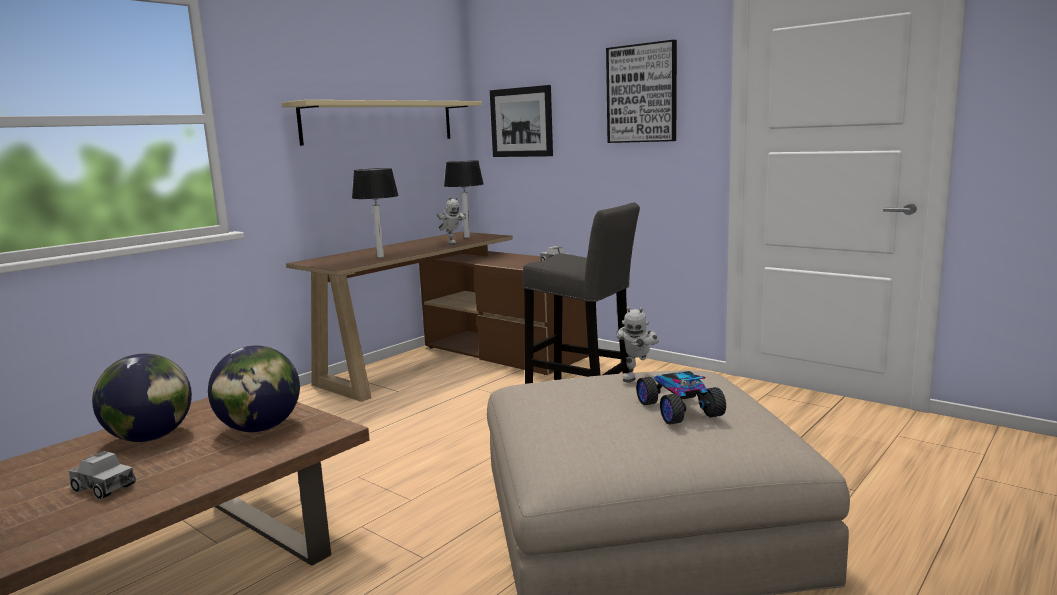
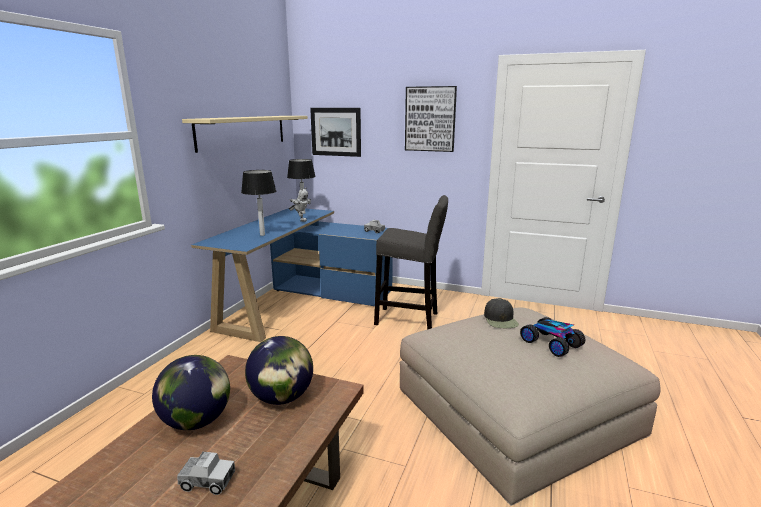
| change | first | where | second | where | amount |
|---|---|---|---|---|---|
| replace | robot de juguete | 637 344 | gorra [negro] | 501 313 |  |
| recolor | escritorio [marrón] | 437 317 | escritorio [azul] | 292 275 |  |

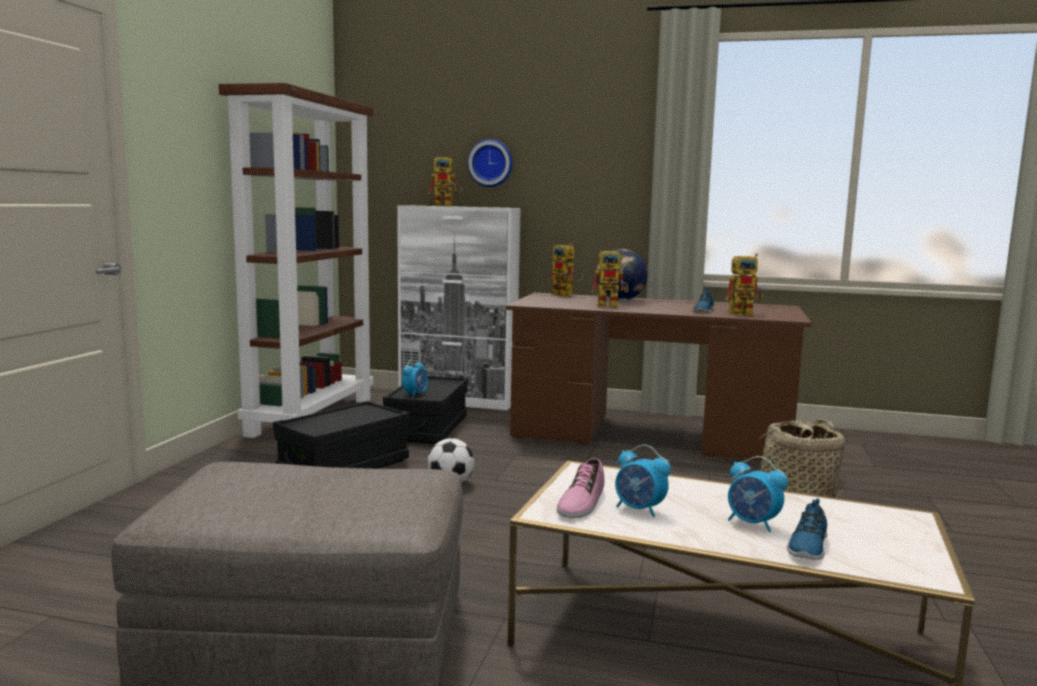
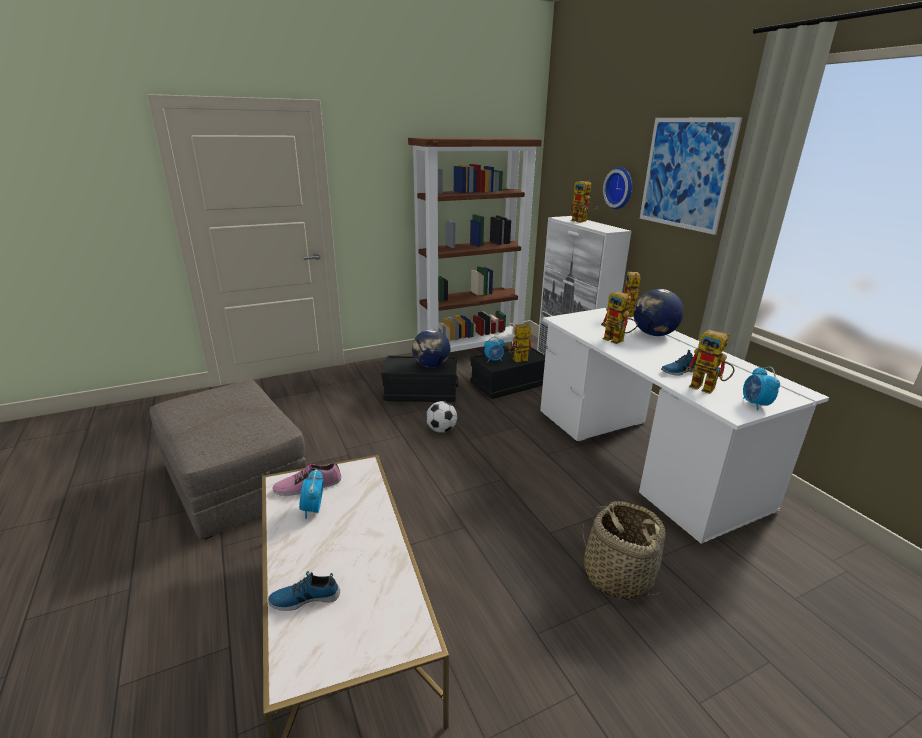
| change | first | where | second | where | amount |
|---|---|---|---|---|---|
| insert |  |  | globo terráqueo | 431 348 |  |
| insert |  |  | robot de juguete | 519 343 |  |
| insert |  |  | cuadro | 691 176 |  |
| move | despertador | 758 494 |  | 761 388 |  |
| recolor | escritorio [marrón] | 659 376 | escritorio [blanco] | 684 426 |  |

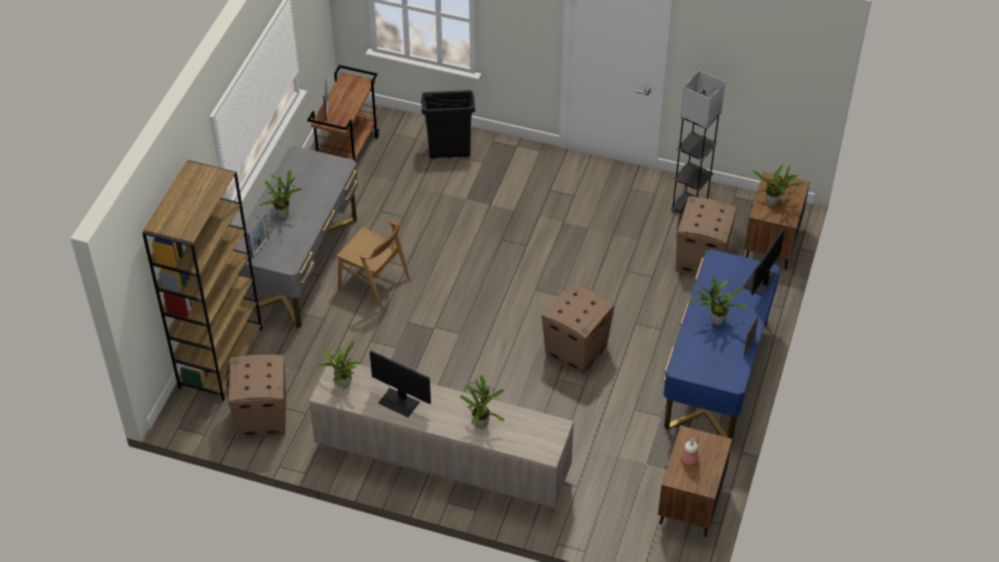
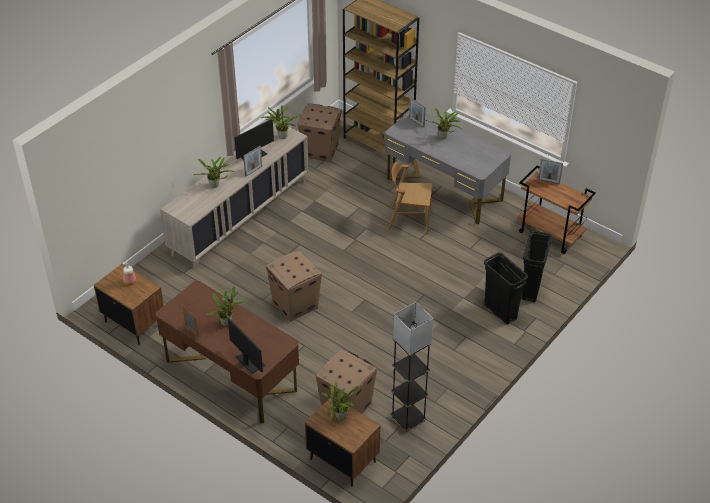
| change | first | where | second | where | amount |
|---|---|---|---|---|---|
| insert |  |  | portarretratos | 252 161 |  |
| insert |  |  | papelera [negro] | 506 288 |  |
| recolor | escritorio [azul] | 722 345 | escritorio [marrón] | 227 352 |  |
| rotate | silla [marrón] | 373 265 |  | 410 198 | 45 degrees clockwise |

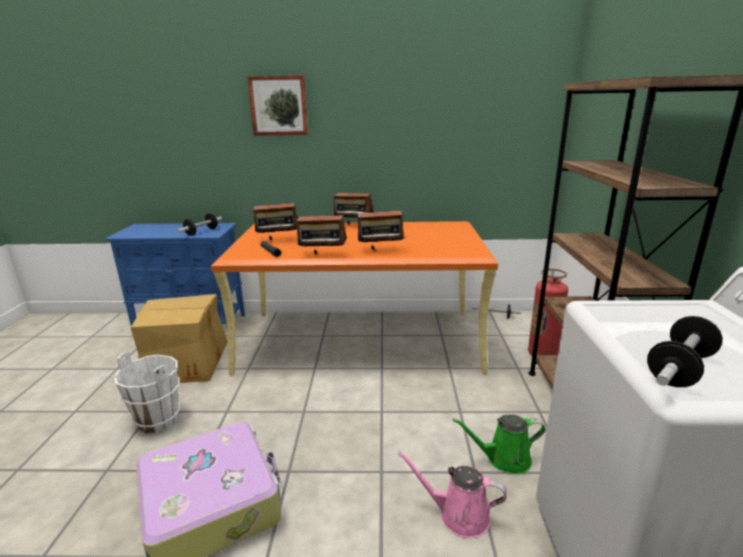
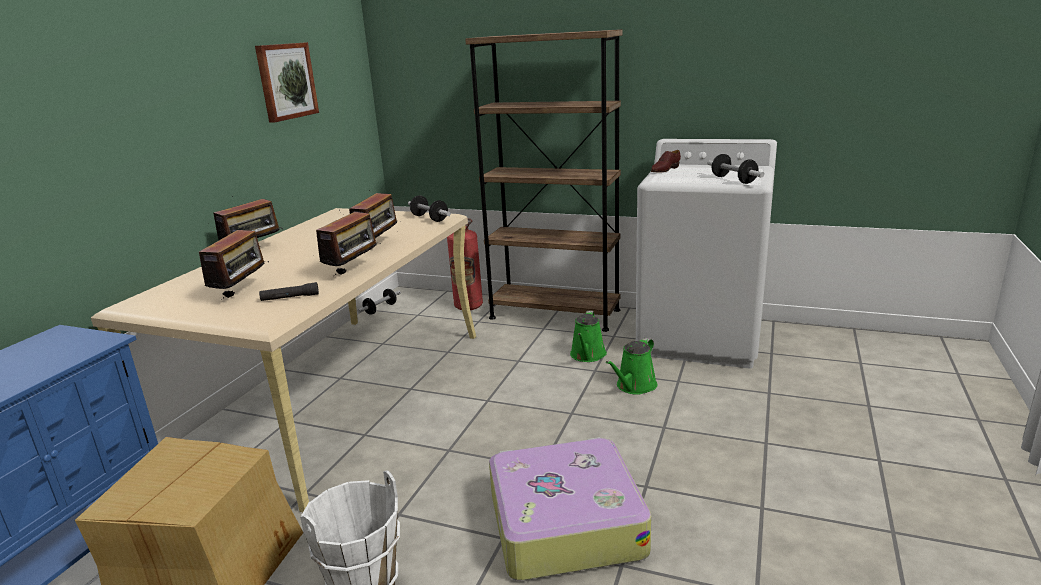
| change | first | where | second | where | amount |
|---|---|---|---|---|---|
| insert |  |  | zapato [marrón] | 666 161 |  |
| move | mancuerna | 199 224 |  | 429 208 |  |
| move | cuadro | 277 105 |  | 287 82 |  |
| recolor | escritorio [naranja] | 354 298 | escritorio [beis] | 283 360 |  |
| recolor | regadera [rosa] | 452 495 | regadera [verde] | 631 366 |  |

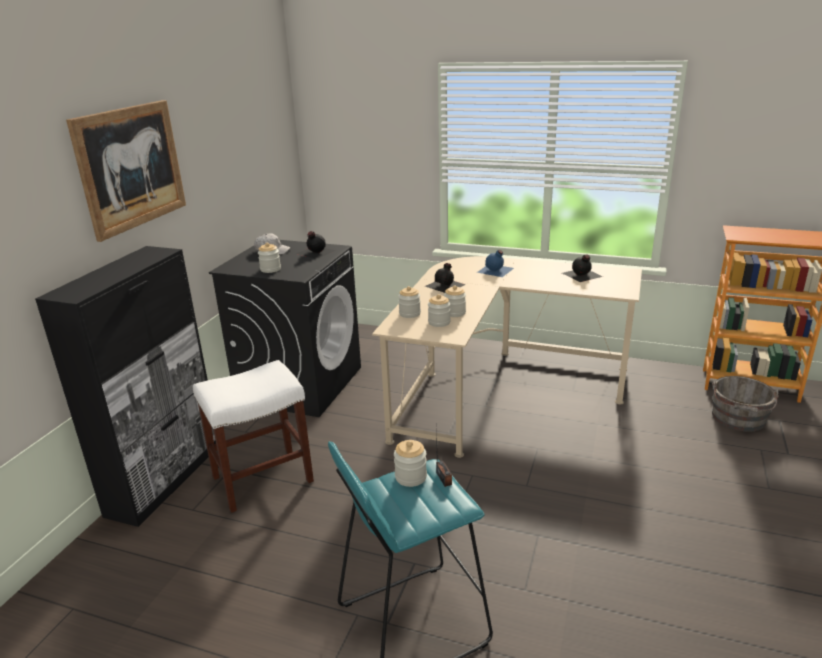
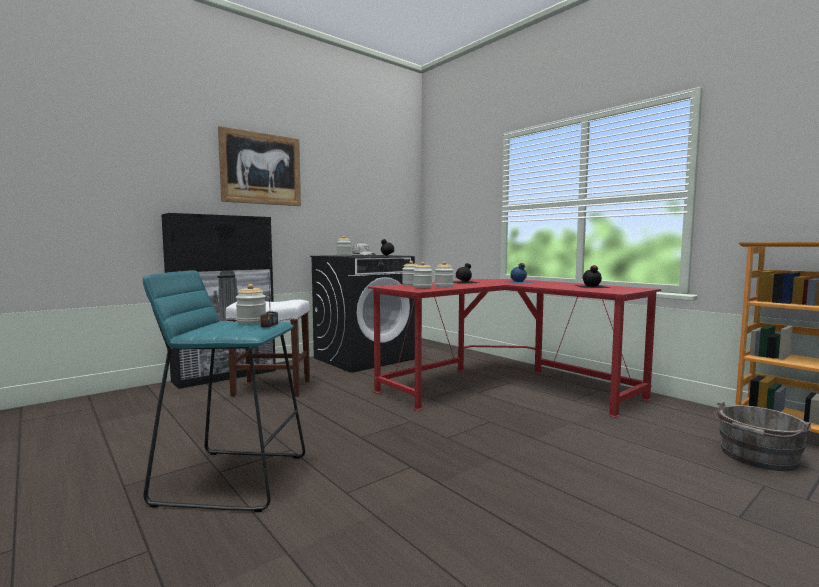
| change | first | where | second | where | amount |
|---|---|---|---|---|---|
| recolor | escritorio [beis] | 507 357 | escritorio [rojo] | 514 348 |  |

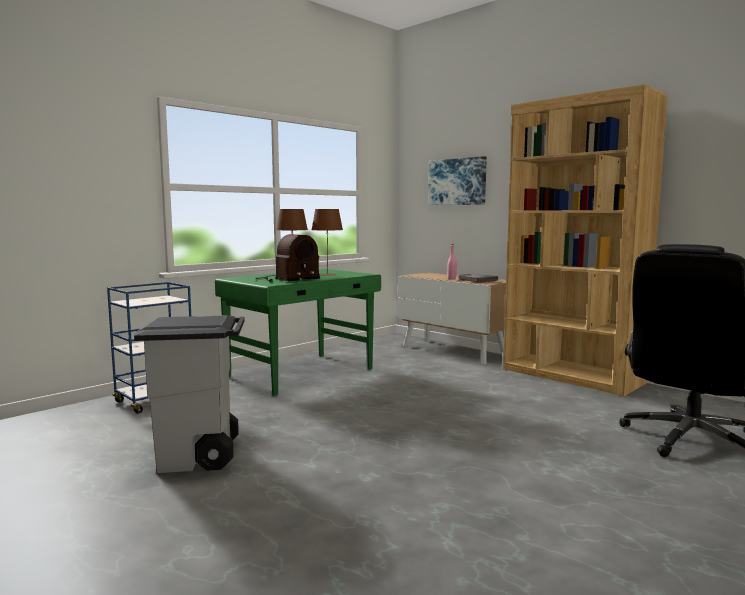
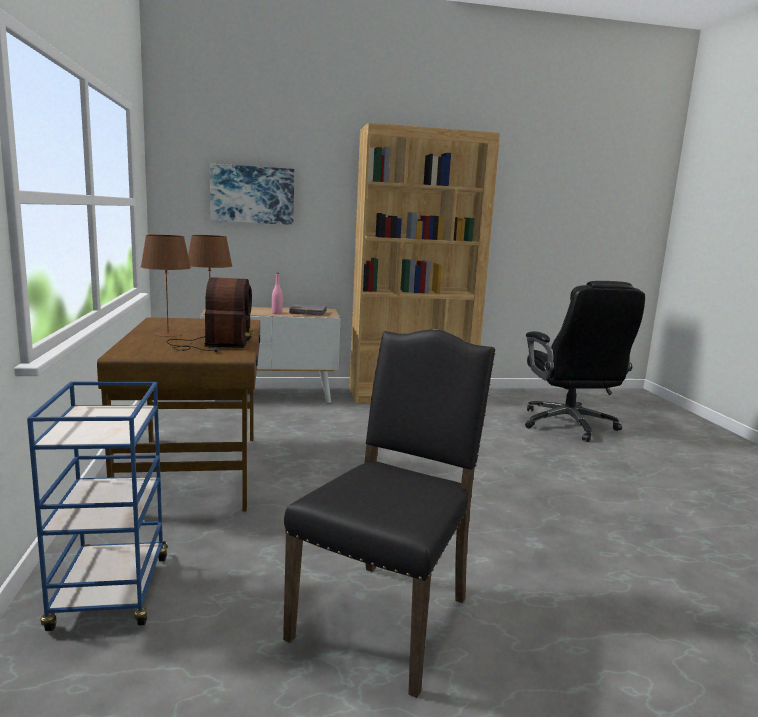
| change | first | where | second | where | amount |
|---|---|---|---|---|---|
| replace | papelera [gris] | 189 394 | silla [negro] | 389 513 |  |
| recolor | escritorio [verde] | 298 332 | escritorio [marrón] | 178 414 |  |

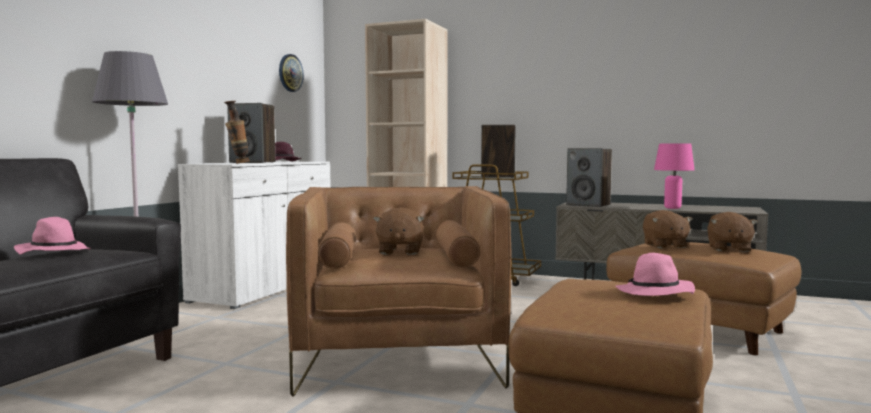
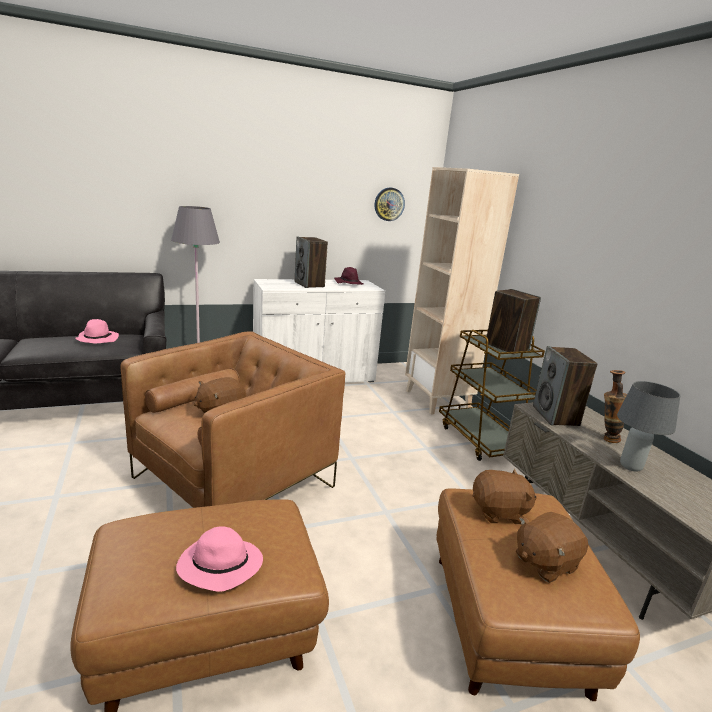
| change | first | where | second | where | amount |
|---|---|---|---|---|---|
| move | florero | 237 132 |  | 615 406 |  |
| recolor | lámpara de mesa [rosa] | 674 176 | lámpara de mesa [gris] | 648 426 |  |
| rotate | peluche [marrón] | 668 229 |  | 505 496 | 135 degrees counterclockwise |

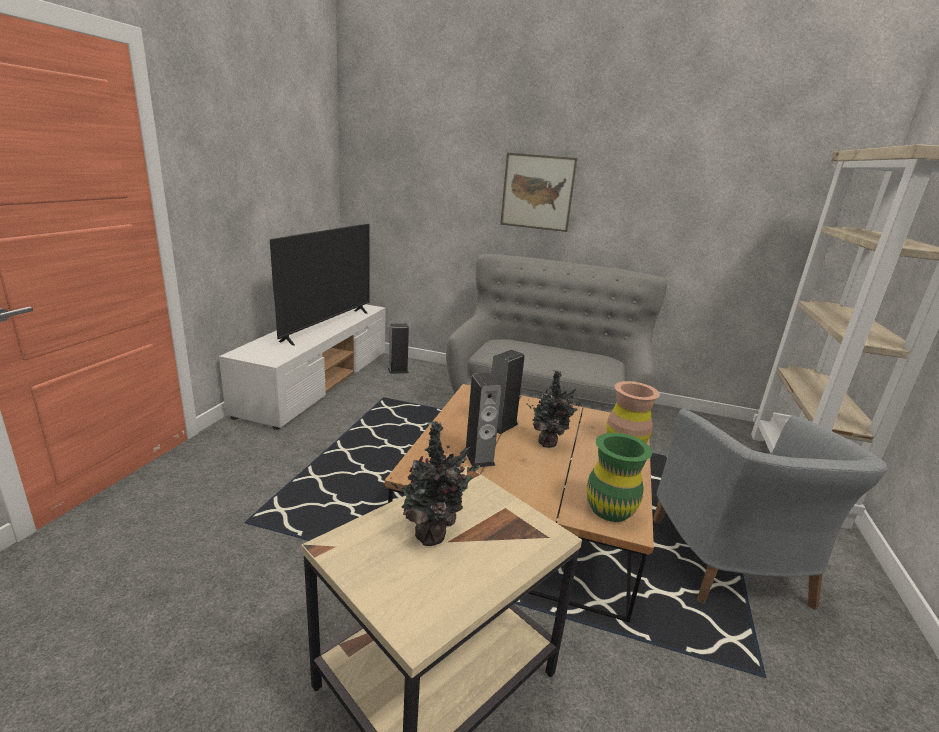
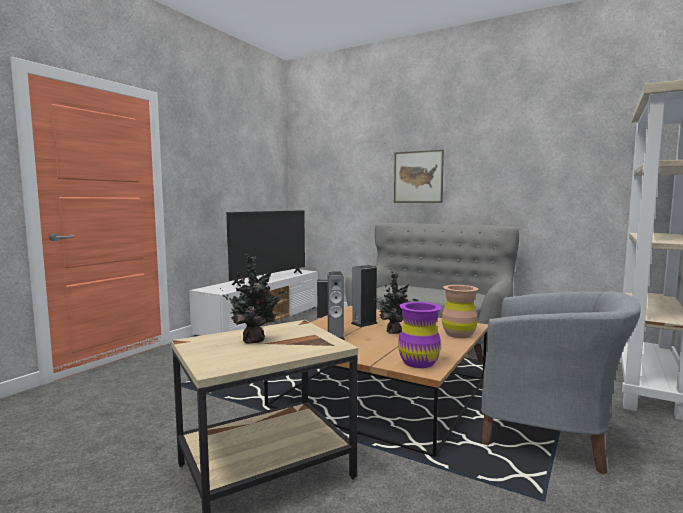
| change | first | where | second | where | amount |
|---|---|---|---|---|---|
| recolor | florero [verde] | 619 477 | florero [morado] | 419 335 |  |
| rotate | sillón [gris] | 770 509 |  | 561 382 | 75 degrees counterclockwise |

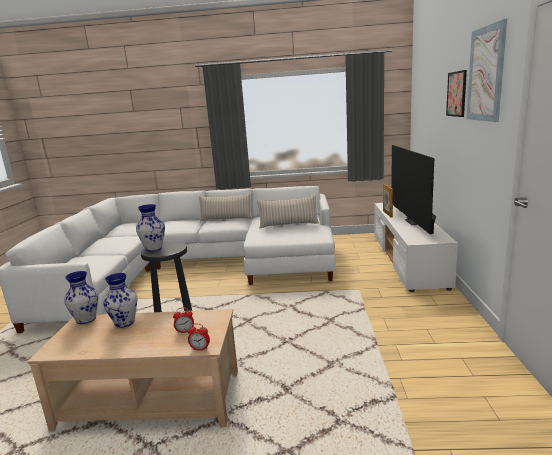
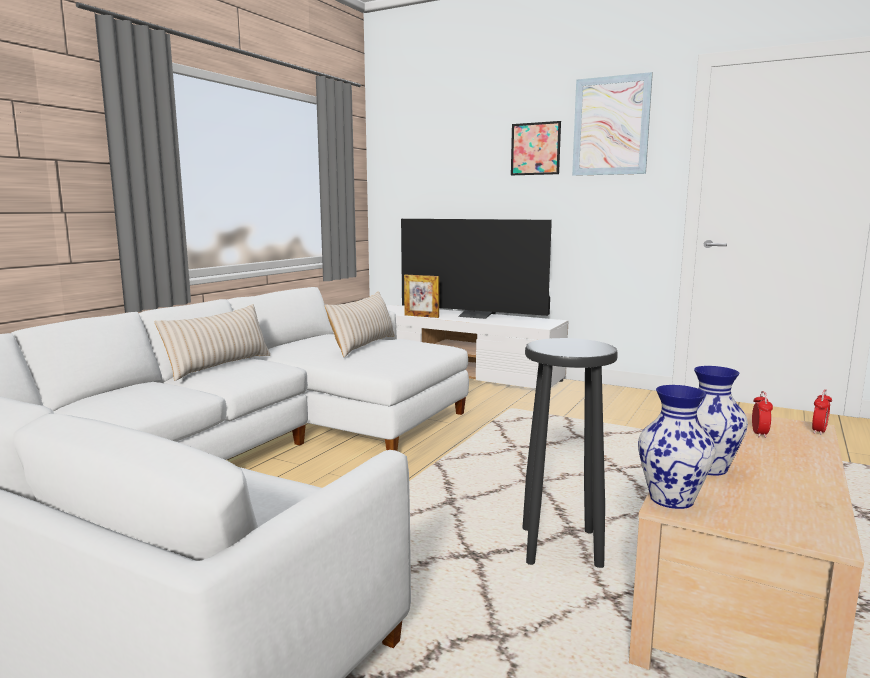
| change | first | where | second | where | amount |
|---|---|---|---|---|---|
| delete | florero | 150 227 |  |  |  |

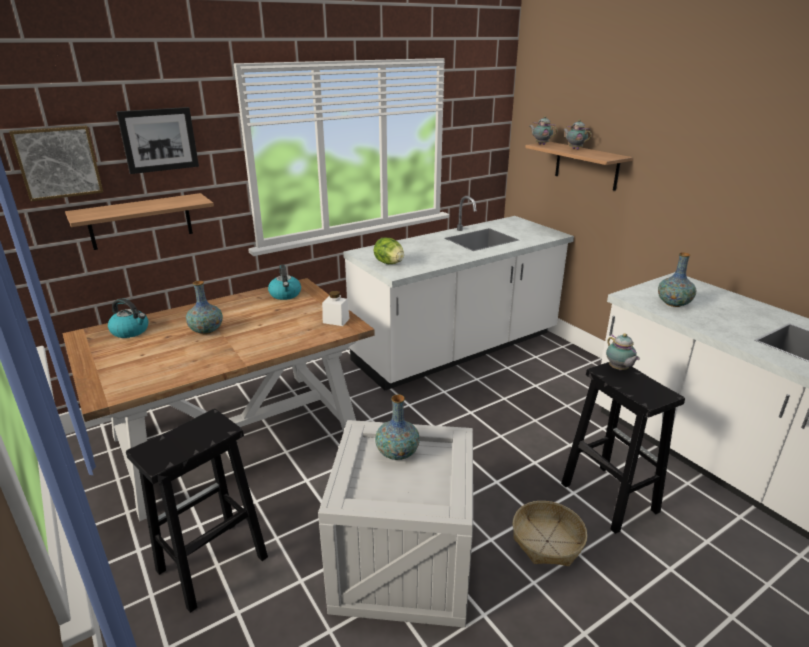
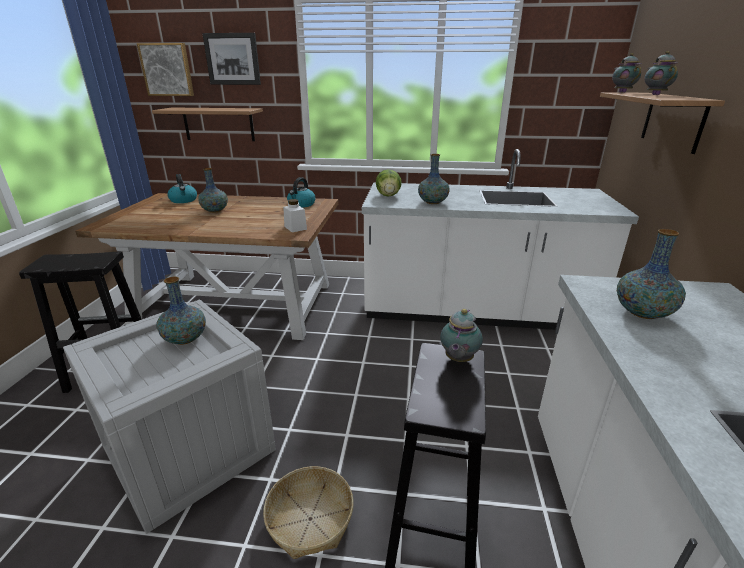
| change | first | where | second | where | amount |
|---|---|---|---|---|---|
| insert |  |  | florero | 434 179 |  |

